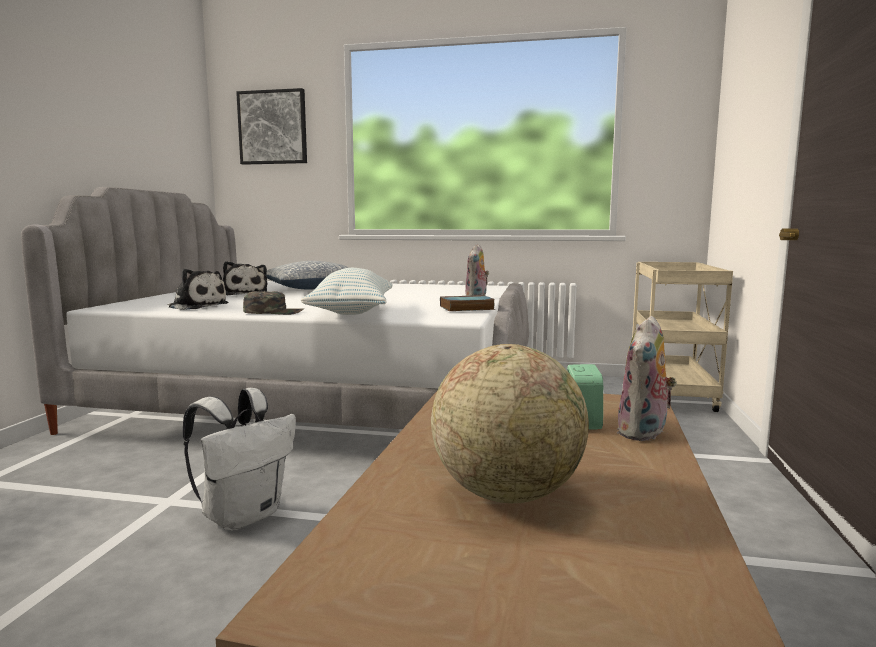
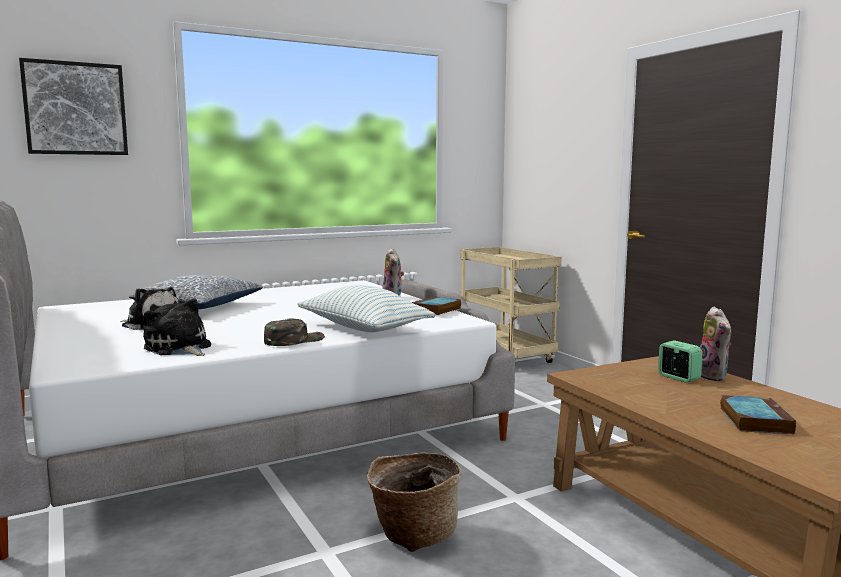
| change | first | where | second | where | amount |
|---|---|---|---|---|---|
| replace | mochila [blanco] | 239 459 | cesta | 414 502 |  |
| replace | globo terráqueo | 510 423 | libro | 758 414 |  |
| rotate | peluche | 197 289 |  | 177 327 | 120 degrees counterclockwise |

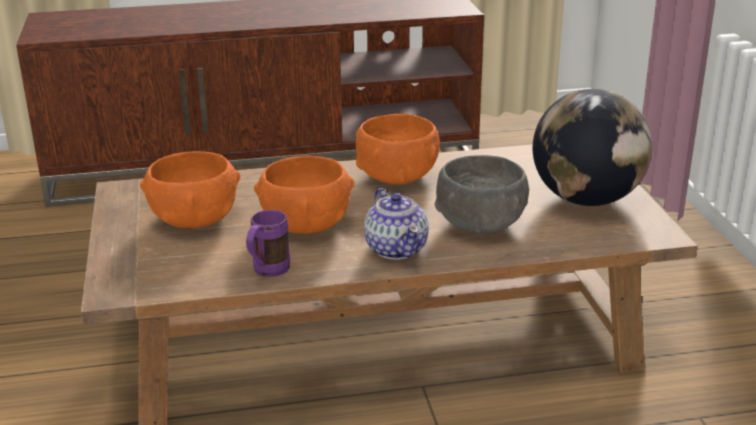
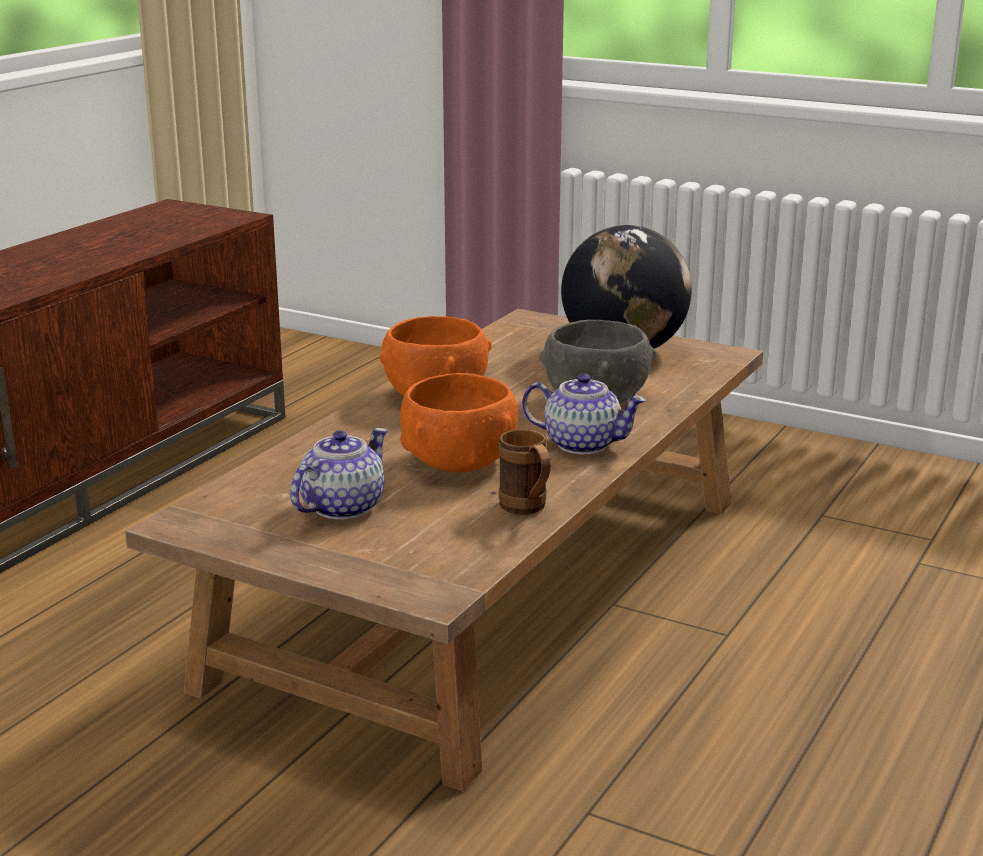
| change | first | where | second | where | amount |
|---|---|---|---|---|---|
| replace | cuenco [naranja] | 190 189 | tetera | 339 474 |  |
| recolor | taza grande [morado] | 268 243 | taza grande [marrón] | 525 472 |  |

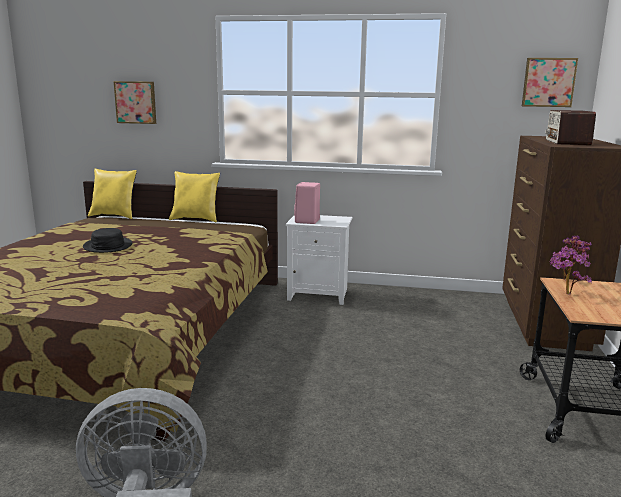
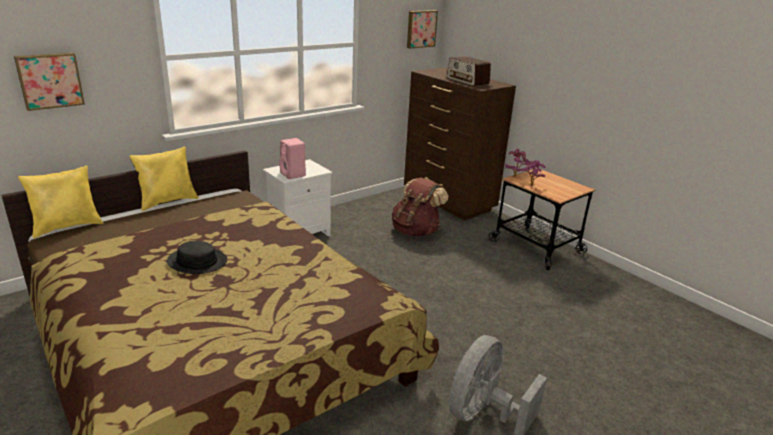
| change | first | where | second | where | amount |
|---|---|---|---|---|---|
| insert |  |  | mochila [marrón] | 420 207 |  |

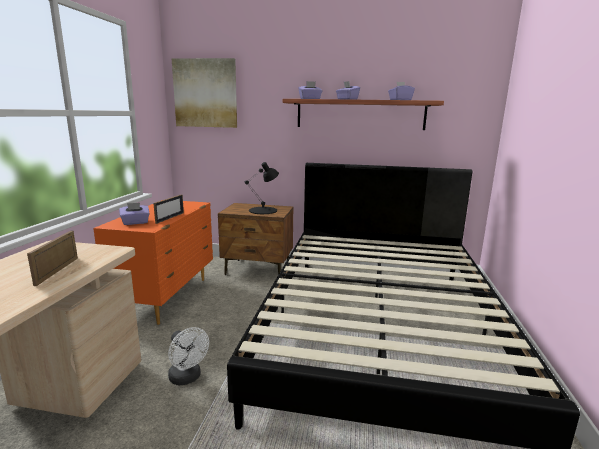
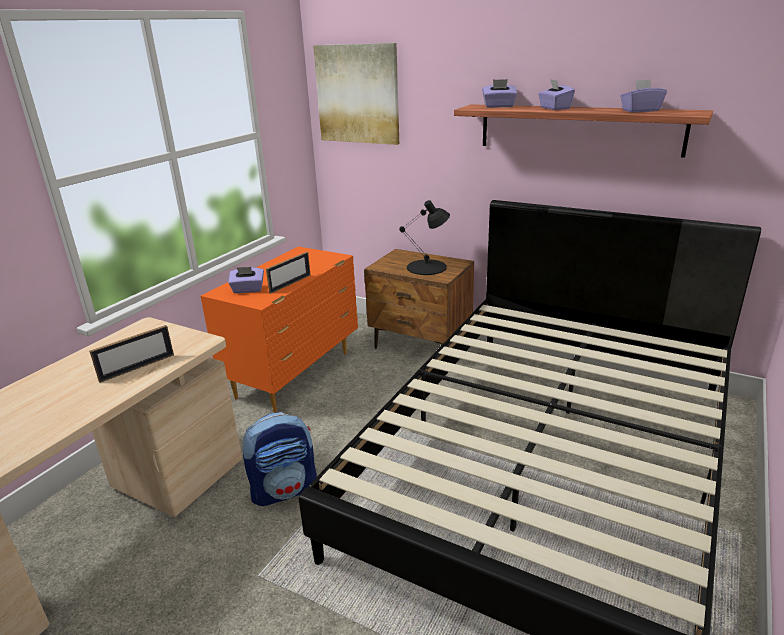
| change | first | where | second | where | amount |
|---|---|---|---|---|---|
| replace | ventilador [blanco] | 188 356 | mochila | 279 459 |  |
| rotate | portarretratos | 52 258 |  | 131 354 | 150 degrees counterclockwise |

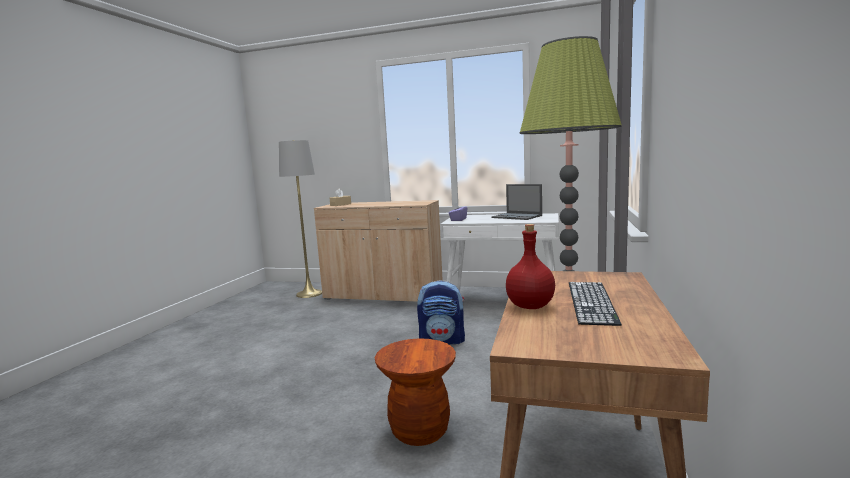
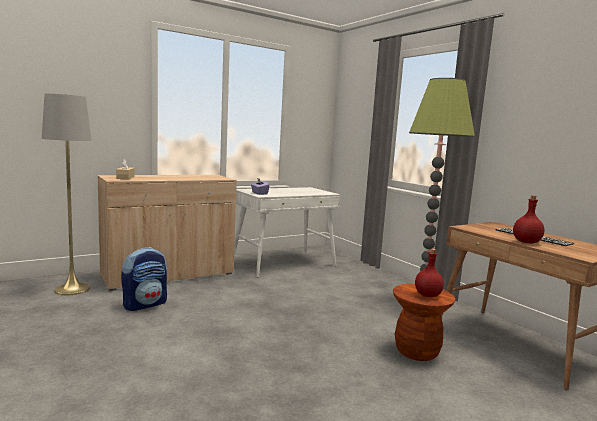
| change | first | where | second | where | amount |
|---|---|---|---|---|---|
| delete | portátil | 516 202 |  |  |  |
| insert |  |  | botella [rojo] | 429 273 |  |
| move | mochila | 441 312 |  | 144 279 |  |

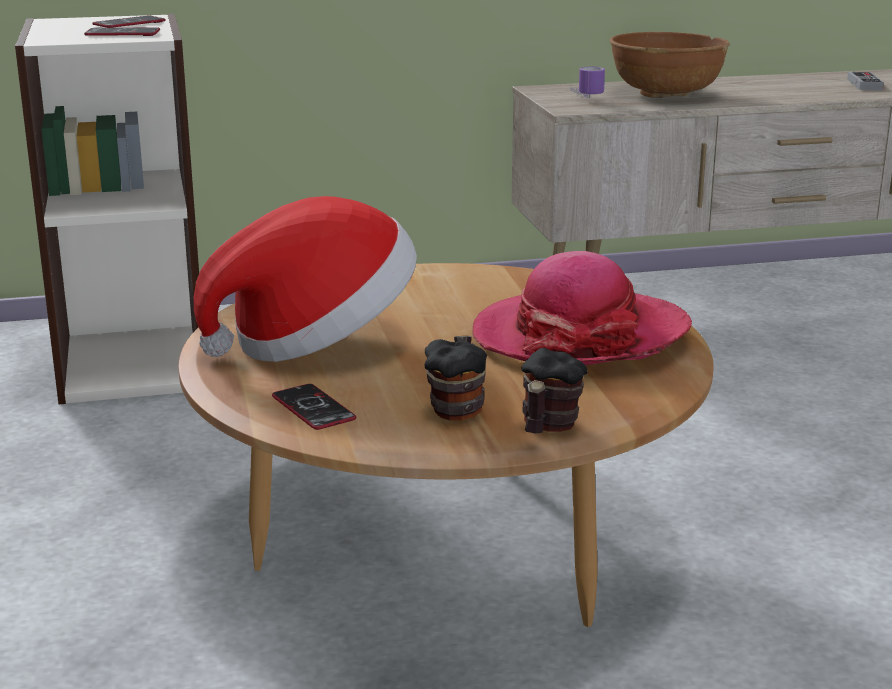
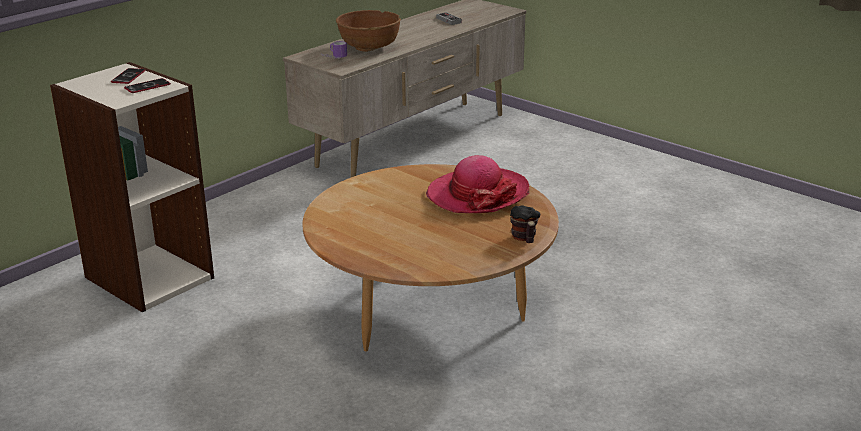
| change | first | where | second | where | amount |
|---|---|---|---|---|---|
| delete | sombrero | 305 279 |  |  |  |
| delete | móvil | 314 407 |  |  |  |
| delete | taza grande | 455 378 |  |  |  |

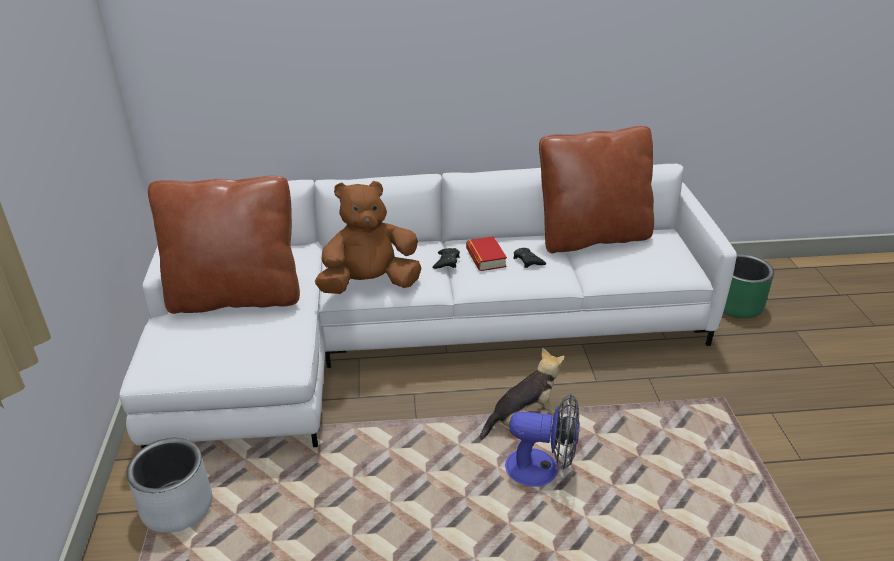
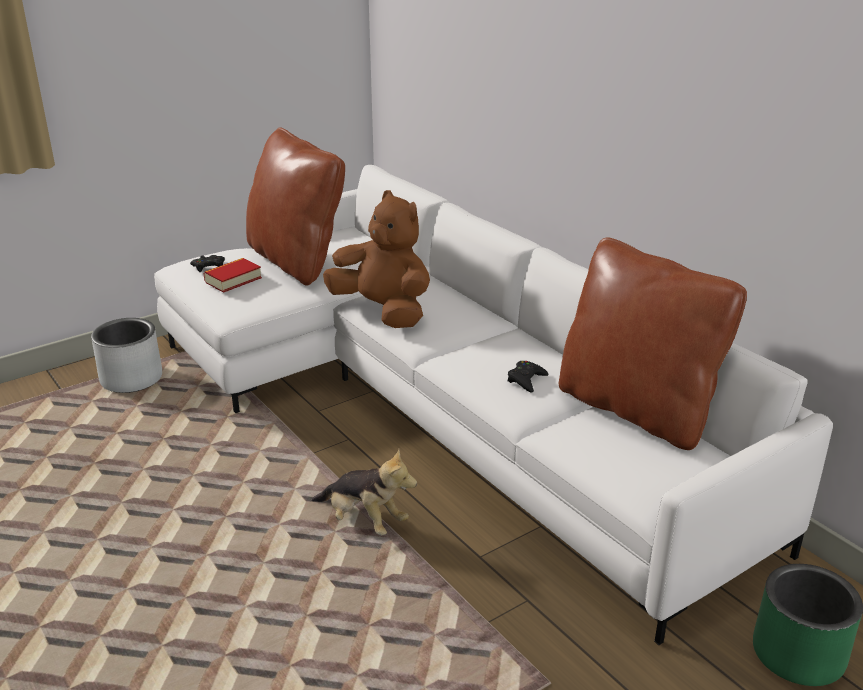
| change | first | where | second | where | amount |
|---|---|---|---|---|---|
| delete | ventilador | 542 440 |  |  |  |
| move | mando de consola [negro] | 446 258 |  | 207 263 |  |
| move | libro | 486 253 |  | 232 275 |  |

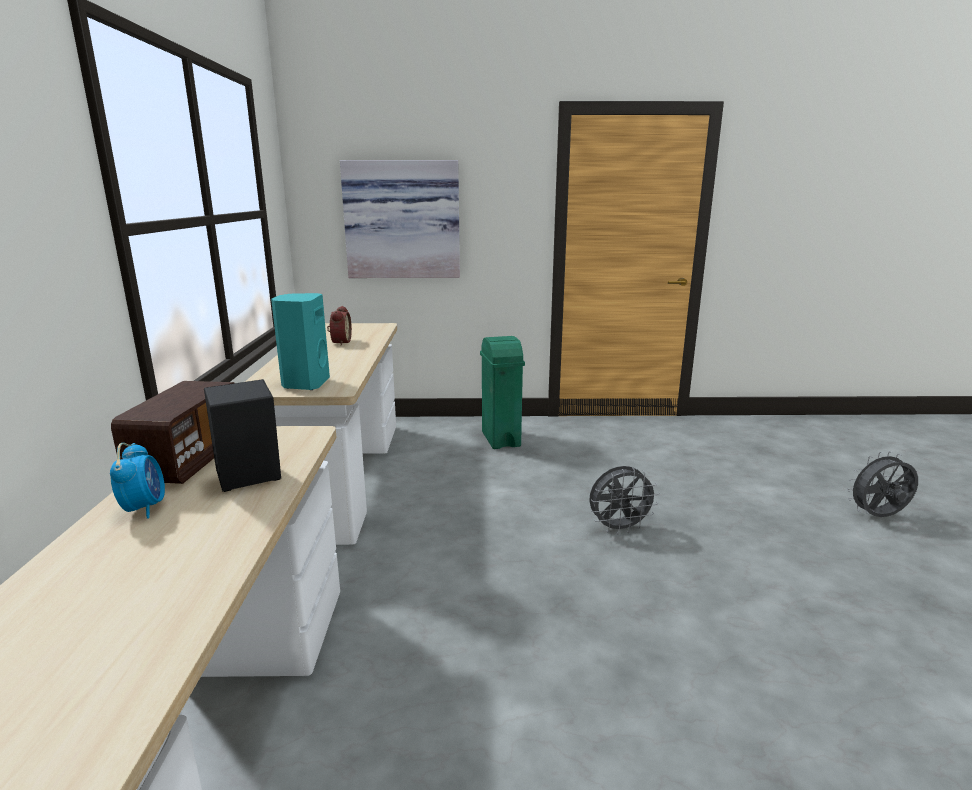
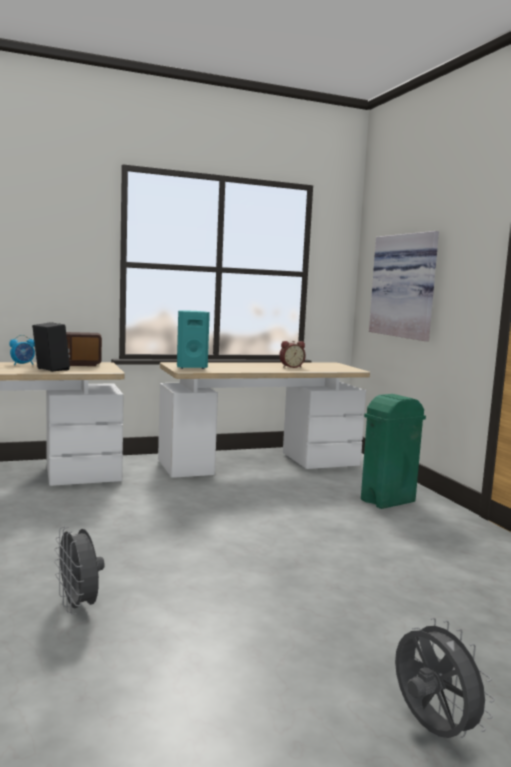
| change | first | where | second | where | amount |
|---|---|---|---|---|---|
| move | ventilador [gris] | 624 500 |  | 79 571 |  |

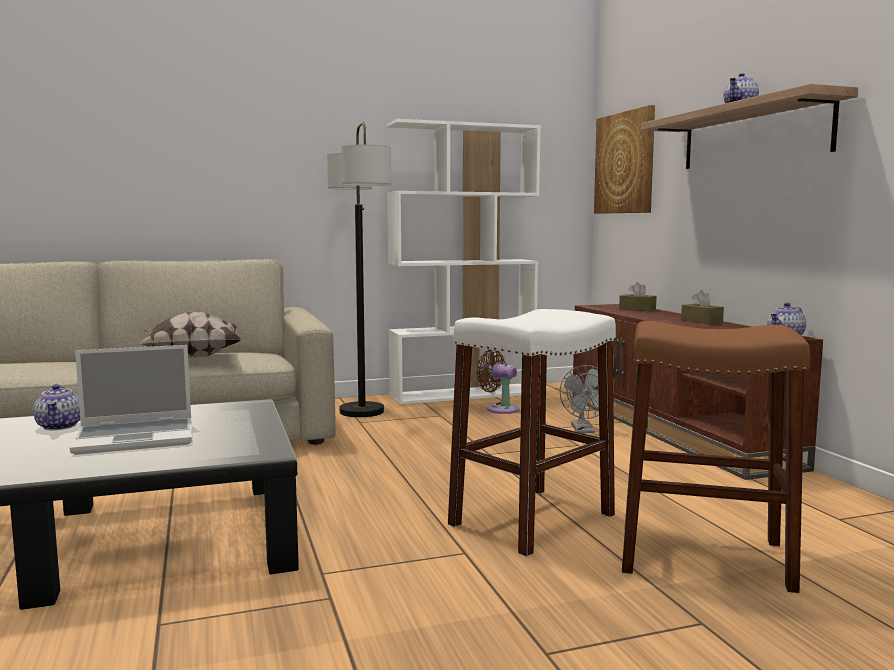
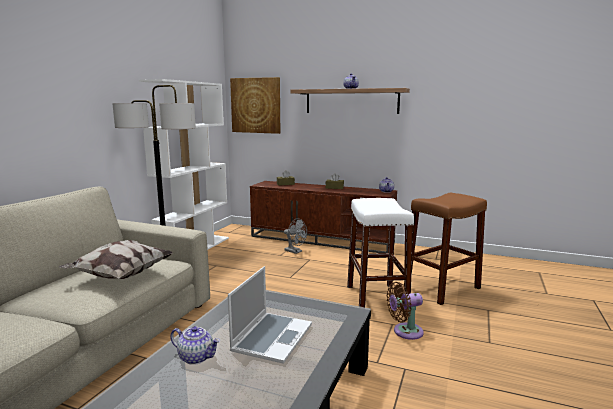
| change | first | where | second | where | amount |
|---|---|---|---|---|---|
| move | ventilador [marrón] | 498 381 |  | 405 311 |  |

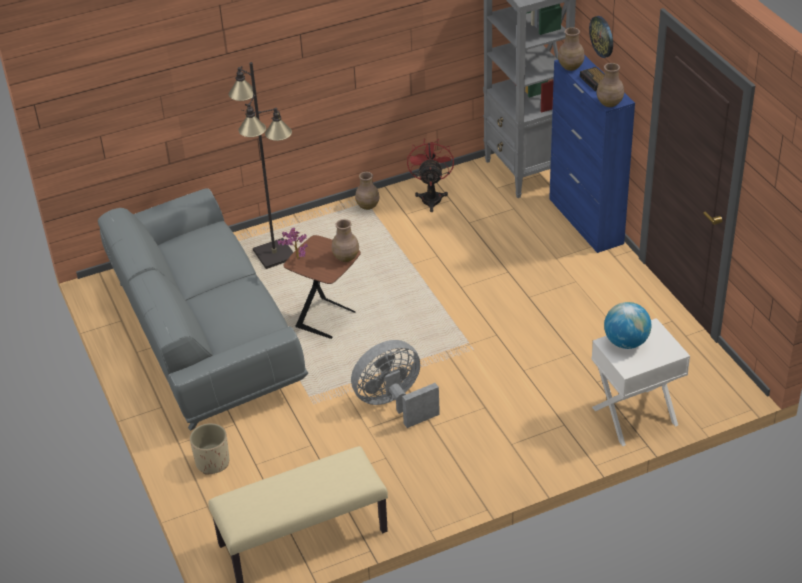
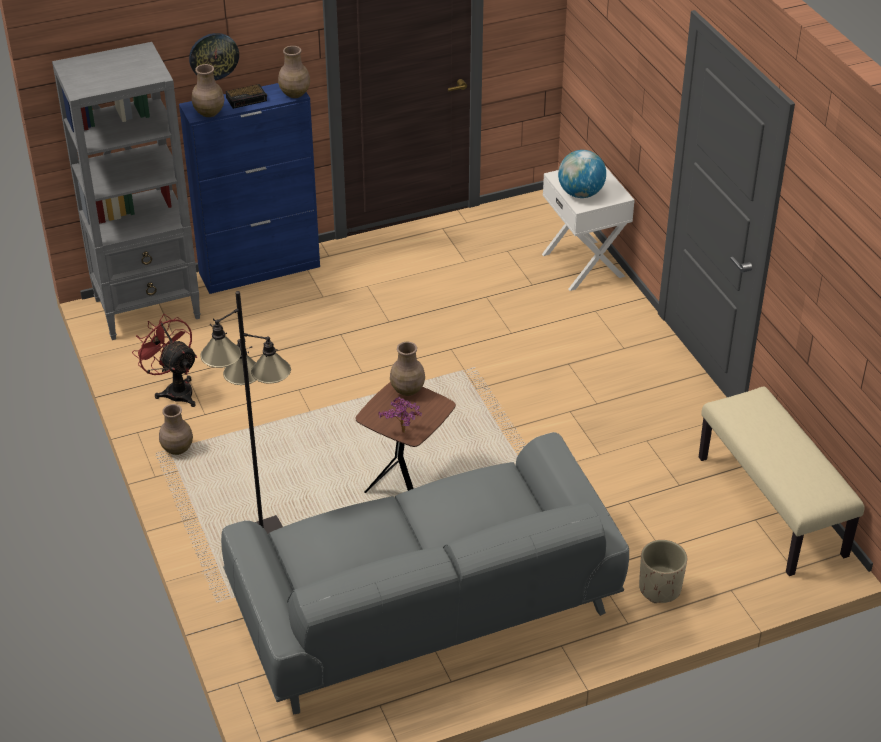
| change | first | where | second | where | amount |
|---|---|---|---|---|---|
| delete | ventilador [gris] | 395 384 |  |  |  |
| rotate | ventilador [rojo] | 430 175 |  | 164 360 | 45 degrees clockwise |

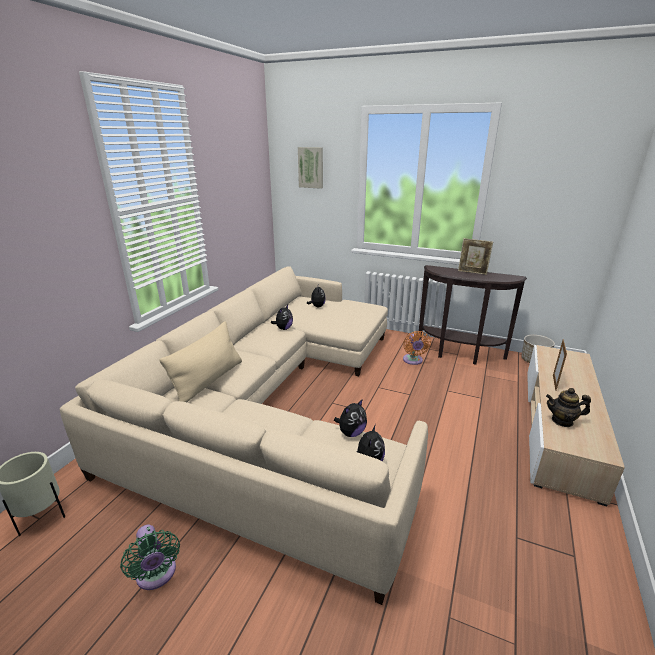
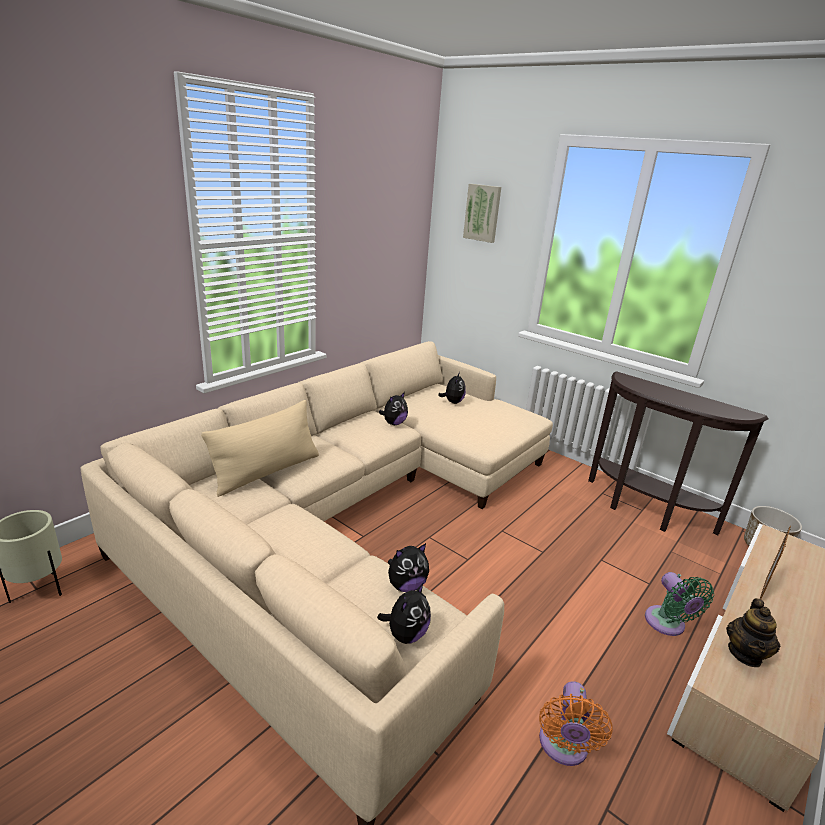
| change | first | where | second | where | amount |
|---|---|---|---|---|---|
| delete | portarretratos | 475 256 |  |  |  |
| move | ventilador [verde] | 150 557 |  | 679 604 |  |
| move | ventilador [naranja] | 417 348 |  | 576 723 |  |
| rotate | tetera | 568 407 |  | 753 632 | 90 degrees counterclockwise |

